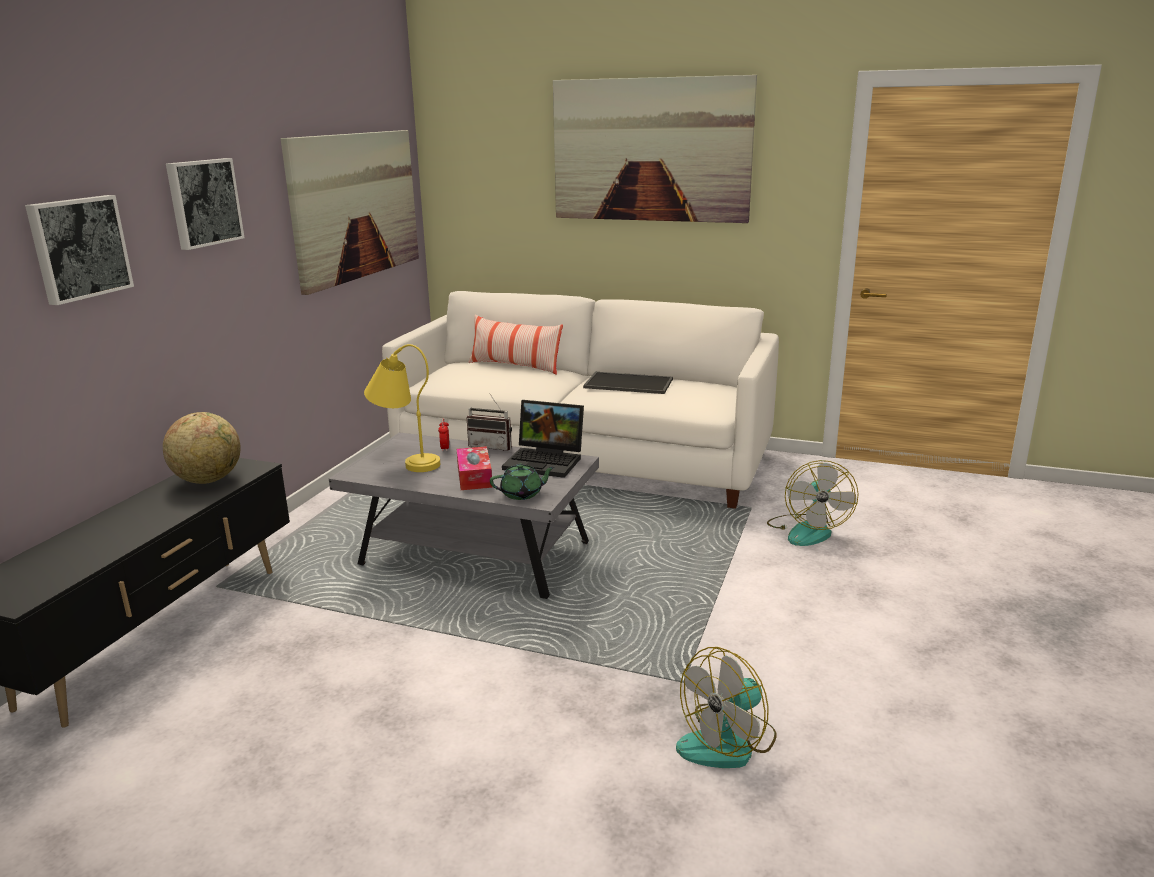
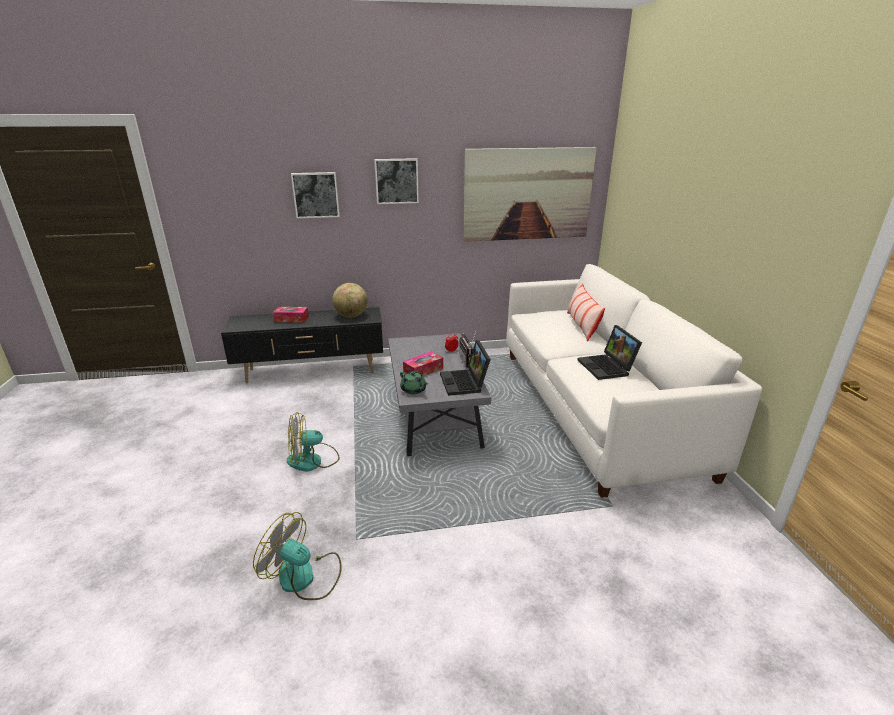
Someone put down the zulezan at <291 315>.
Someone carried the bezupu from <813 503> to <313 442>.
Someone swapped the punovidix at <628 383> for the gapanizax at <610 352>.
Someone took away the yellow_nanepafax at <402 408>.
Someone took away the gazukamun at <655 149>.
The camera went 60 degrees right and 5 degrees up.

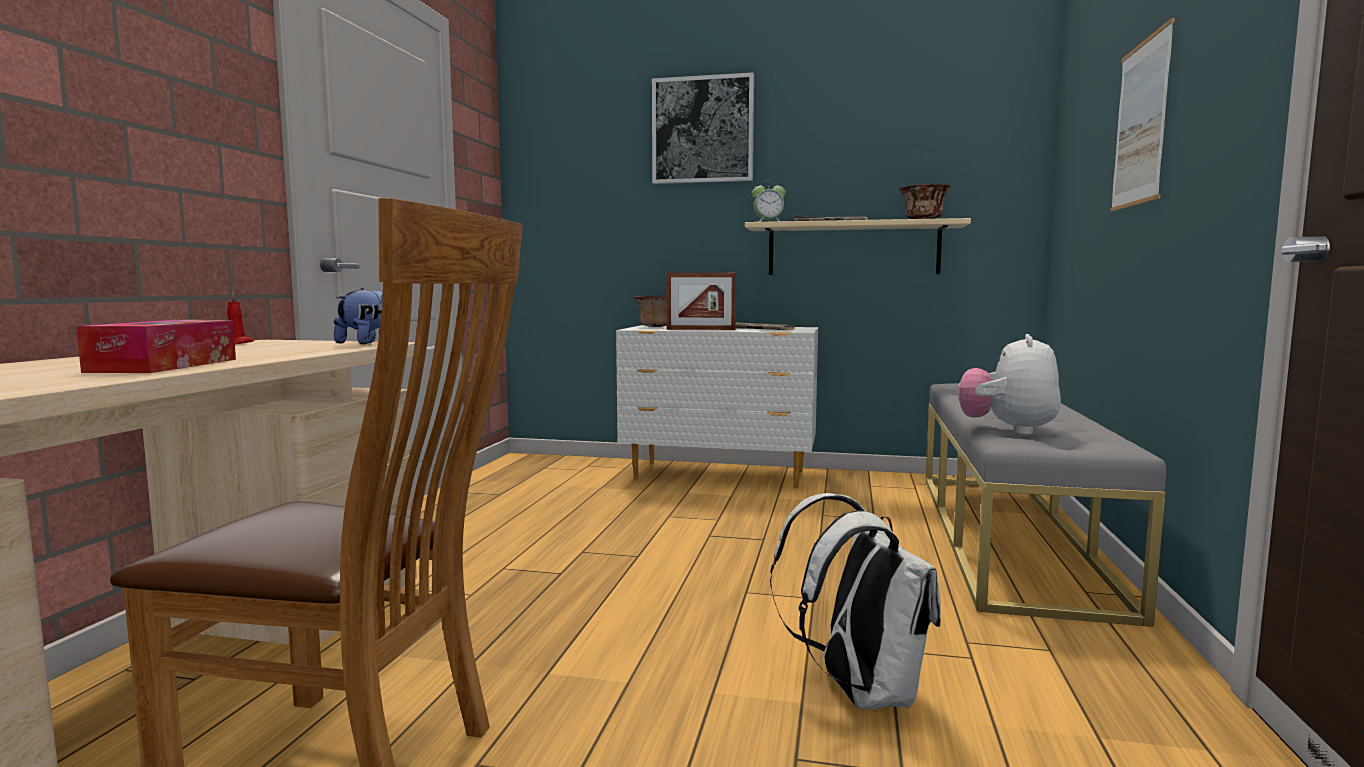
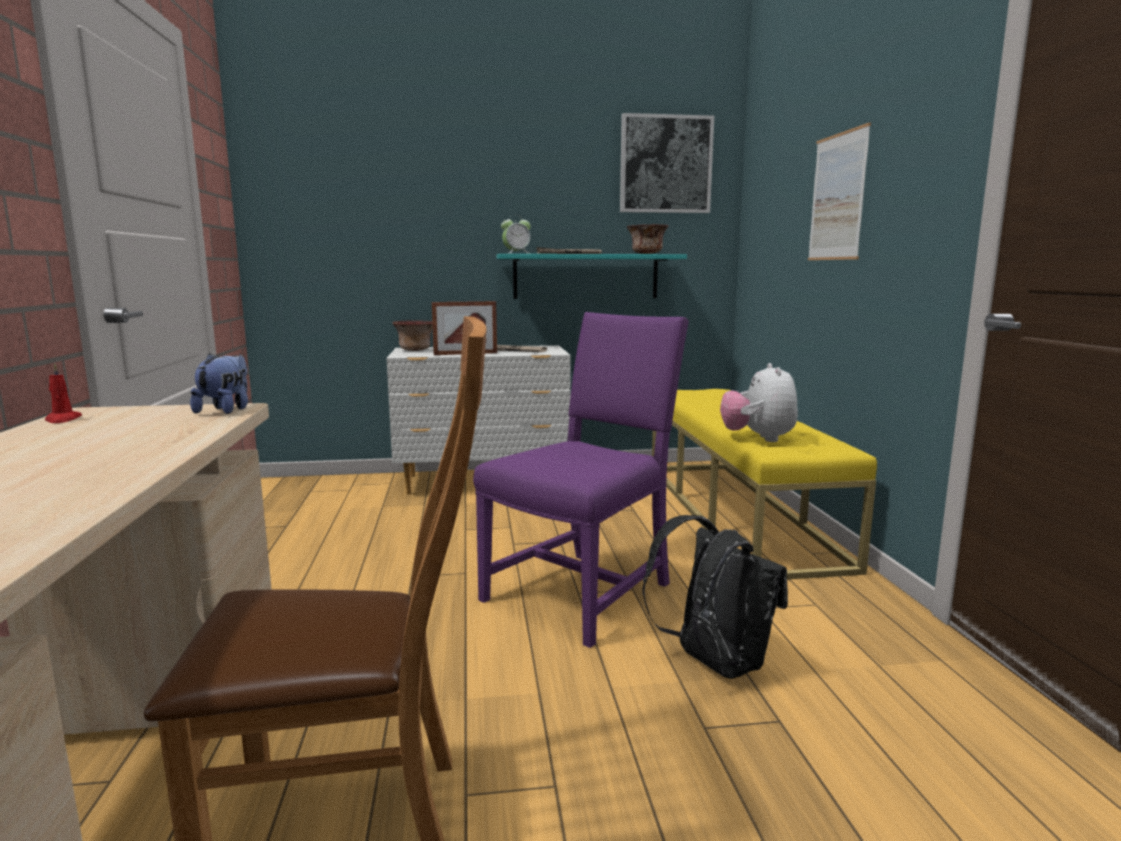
Someone put down the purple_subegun at <581 480>.
Someone repainted the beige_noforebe at <858 246>, which became the turquoise_noforebe at <592 276>.
Someone carried the gazukamun from <703 128> to <667 163>.
Someone repainted the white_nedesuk at <855 601>, which became the black_nedesuk at <715 597>.
Someone repainted the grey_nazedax at <1046 505>, which became the yellow_nazedax at <764 484>.
Someone took away the zulezan at <156 346>.
The camera went 20 degrees left and 5 degrees up.

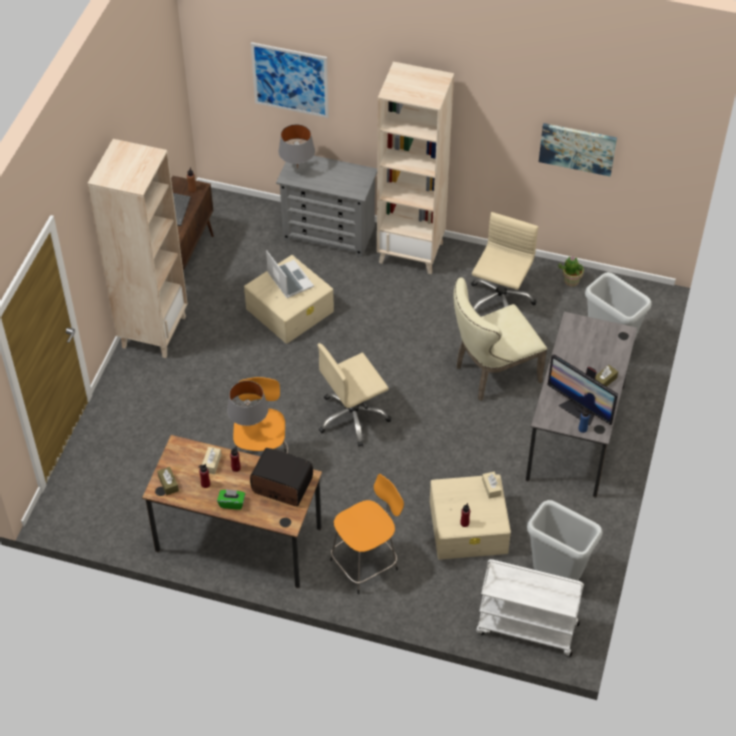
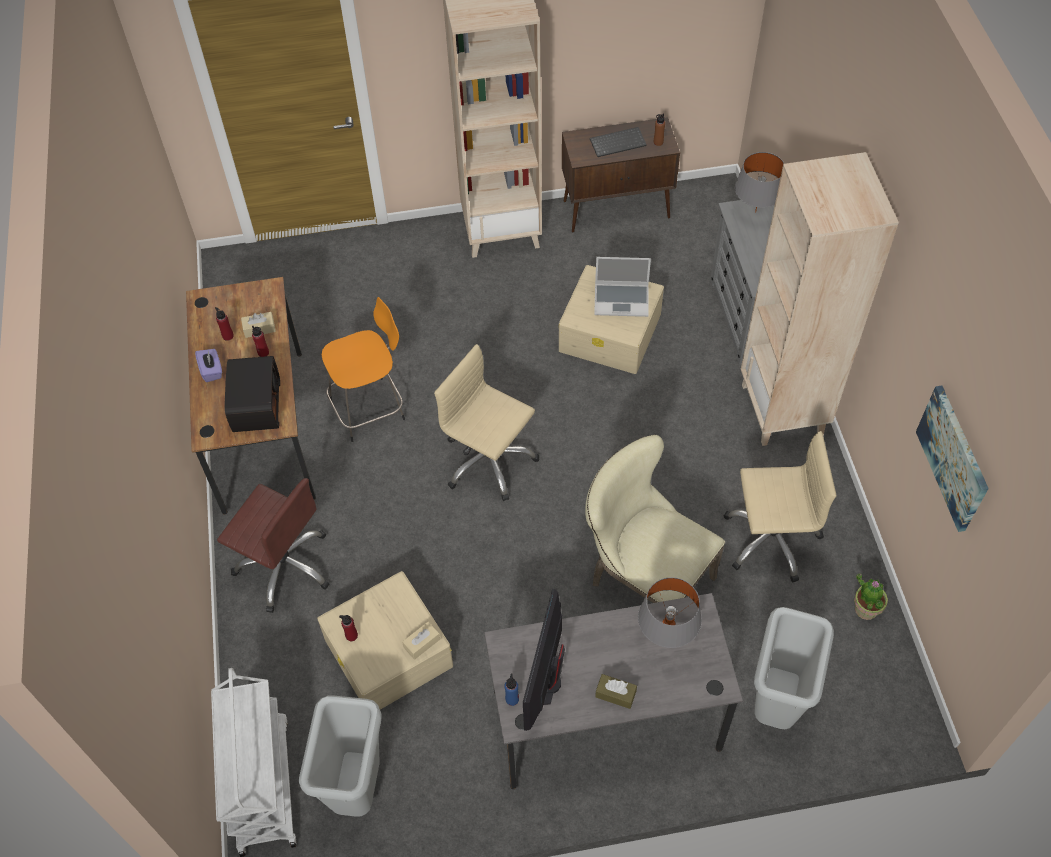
Someone repainted the green_zulezan at <231 499>, which became the purple_zulezan at <208 365>.
Someone swapped the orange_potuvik at <367 534> for the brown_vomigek at <273 545>.
Someone rotated the gapanizax at <290 274> by 60 degrees clockwise.
Someone carried the grey_nanepafax from <247 403> to <670 612>.
Someone took away the brown_zulezan at <168 481>.
Someone took away the gazukamun at <290 80>.
The camera went 65 degrees right and 5 degrees up.

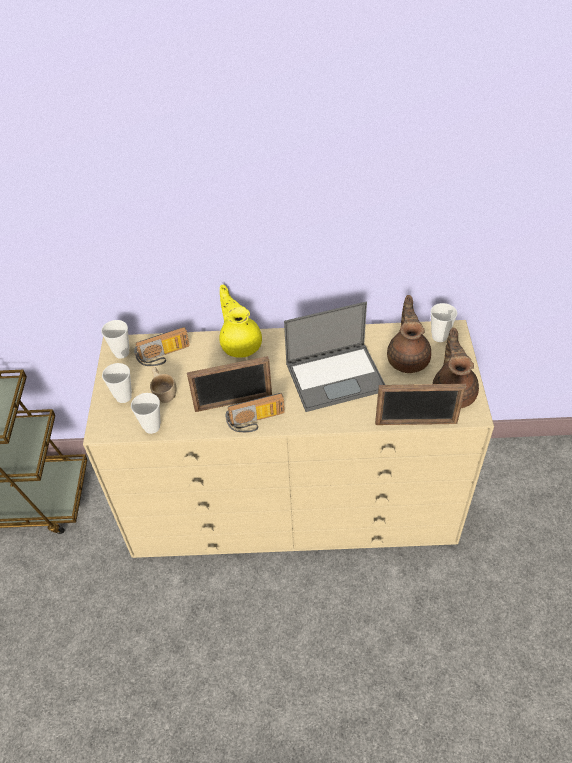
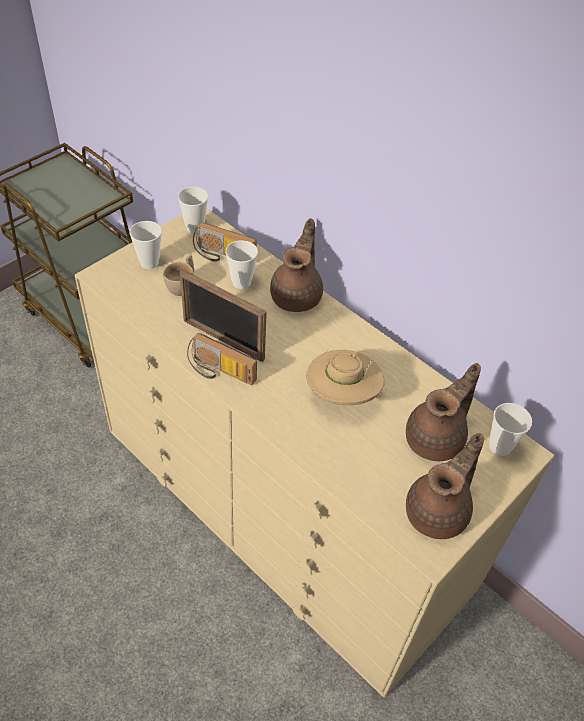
Someone carried the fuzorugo from <146 413> to <241 264>.
Someone repainted the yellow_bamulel at <240 321>, which became the brown_bamulel at <296 265>.
Someone swapped the gapanizax at <334 356> for the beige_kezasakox at <345 377>.
Someone took away the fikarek at <420 404>.
The camera went 40 degrees right and 0 degrees up.

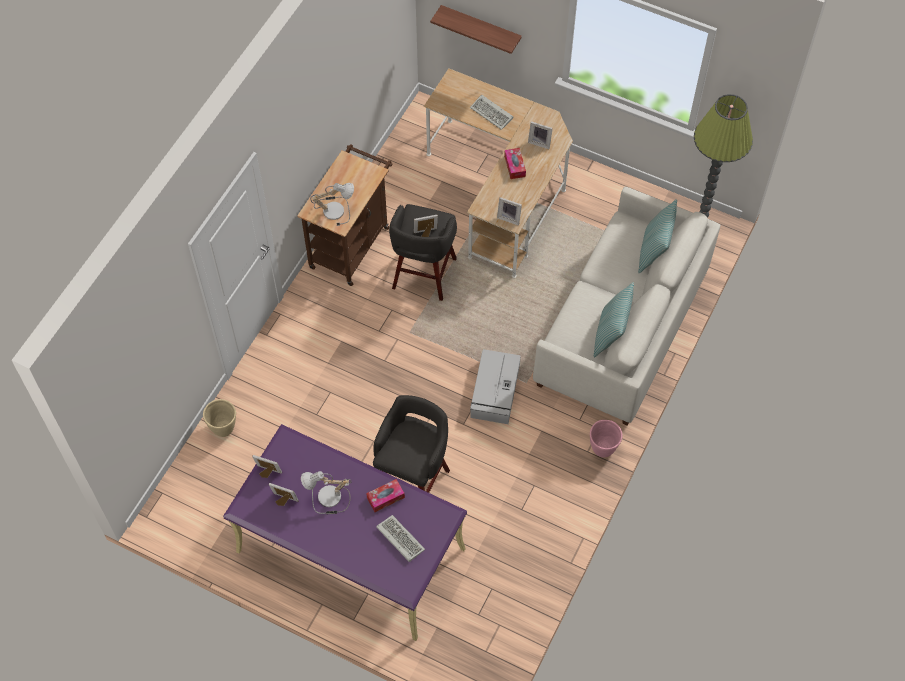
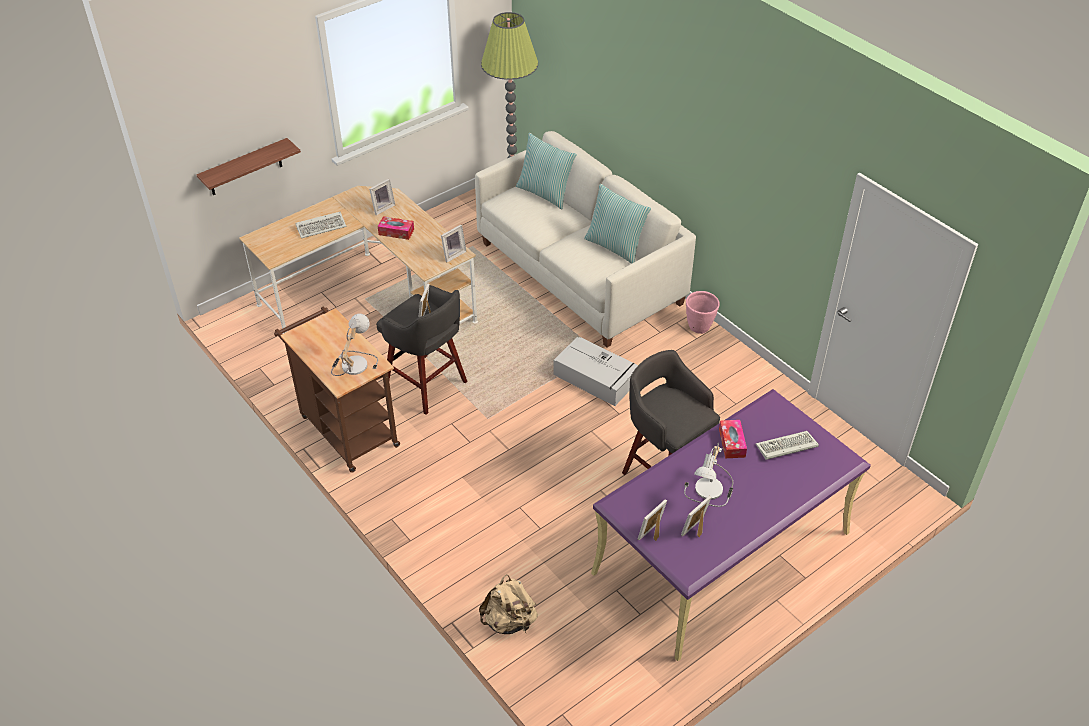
Someone swapped the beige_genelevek at <219 418> for the beige_nedesuk at <508 604>.
The camera went 65 degrees left and 15 degrees down.

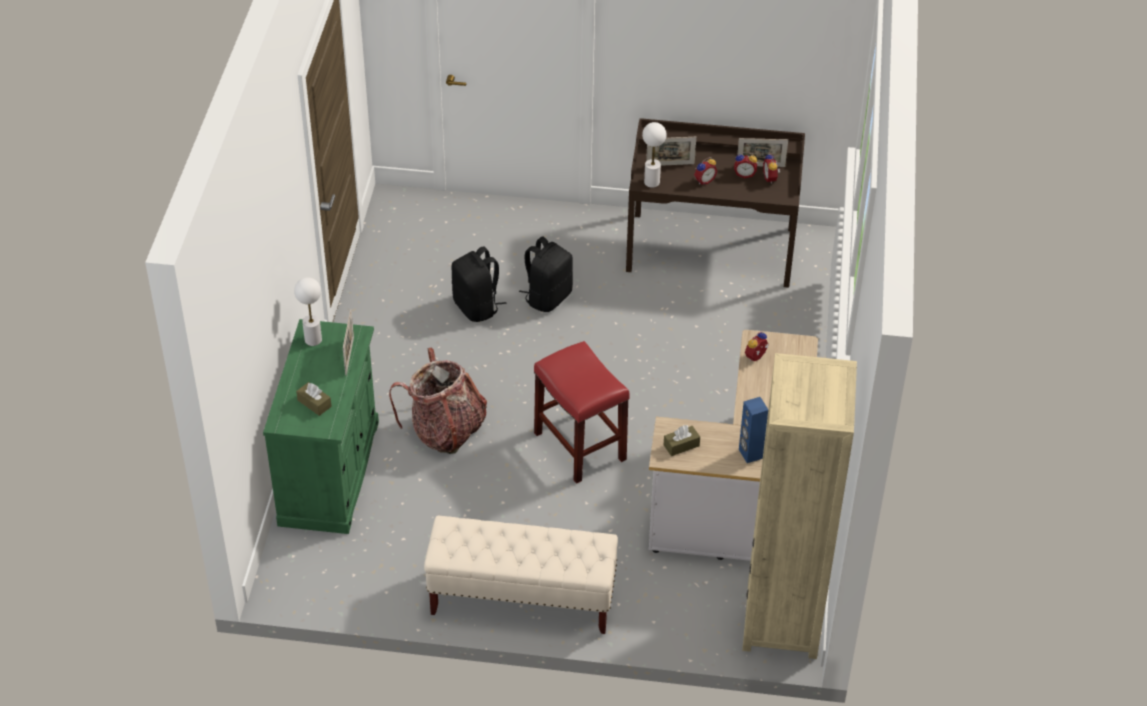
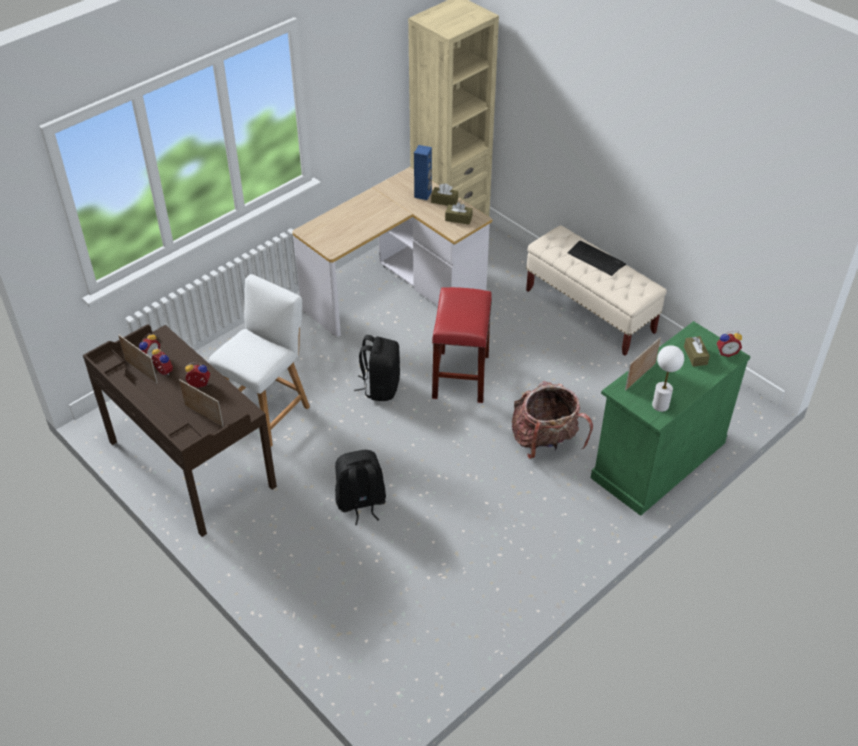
Someone put down the white_subegun at <259 360>.
Someone carried the black_nedesuk from <479 284> to <377 368>.
Someone put down the brown_zulezan at <444 194>.
Someone put down the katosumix at <597 258>.
Someone carried the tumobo from <757 346> to <729 344>.
Someone took away the white_nanepafax at <654 155>.
The camera went 140 degrees left and 0 degrees up.

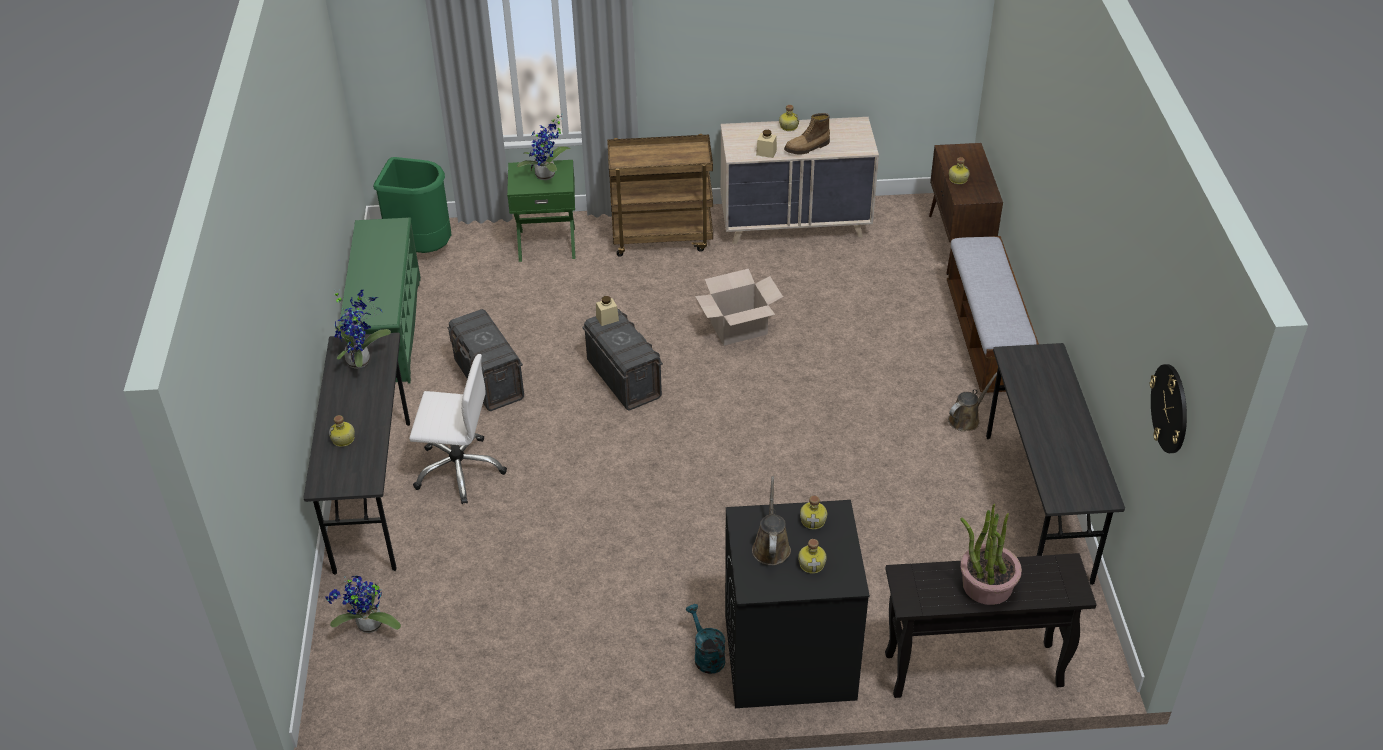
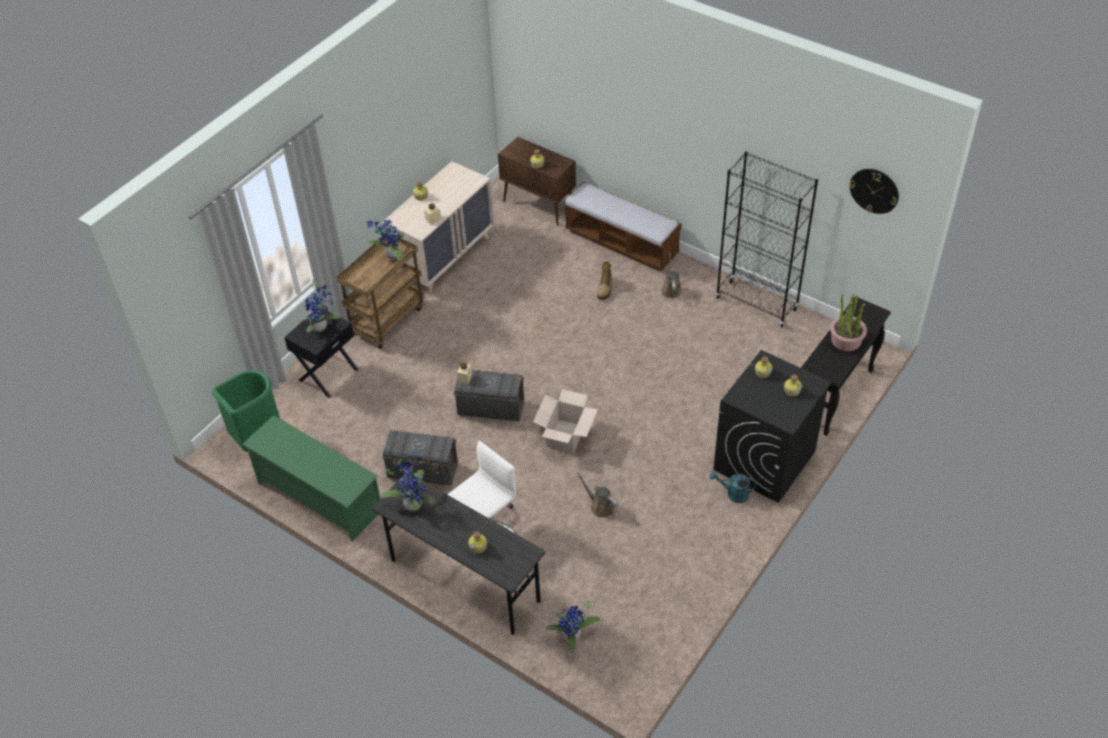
Someone repainted the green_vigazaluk at <541 211>, which became the black_vigazaluk at <321 353>.
Someone put down the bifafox at <385 240>.
Someone carried the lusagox from <739 307> to <565 421>.
Someone carried the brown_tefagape from <771 520> to <597 495>.
Someone carried the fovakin from <807 133> to <604 280>.
Someone swapped the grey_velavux at <1055 464> for the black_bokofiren at <767 239>.
The camera went 50 degrees left and 5 degrees up.

